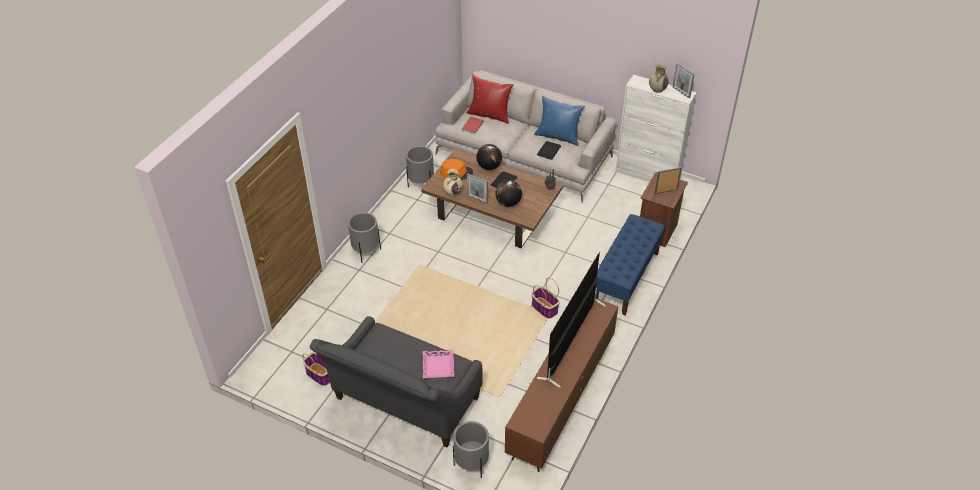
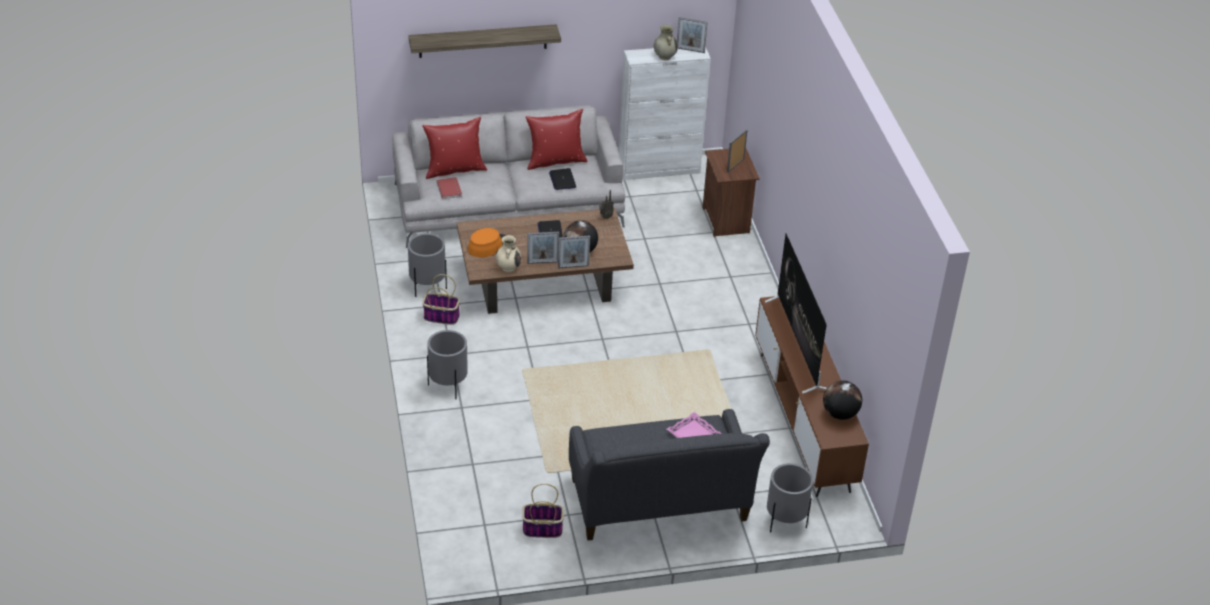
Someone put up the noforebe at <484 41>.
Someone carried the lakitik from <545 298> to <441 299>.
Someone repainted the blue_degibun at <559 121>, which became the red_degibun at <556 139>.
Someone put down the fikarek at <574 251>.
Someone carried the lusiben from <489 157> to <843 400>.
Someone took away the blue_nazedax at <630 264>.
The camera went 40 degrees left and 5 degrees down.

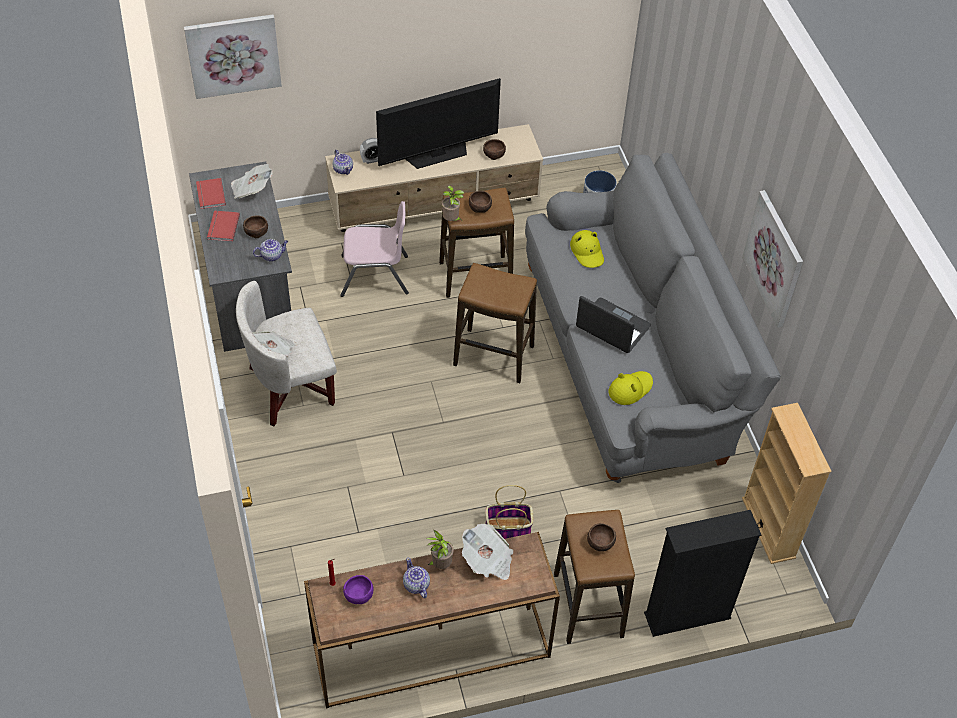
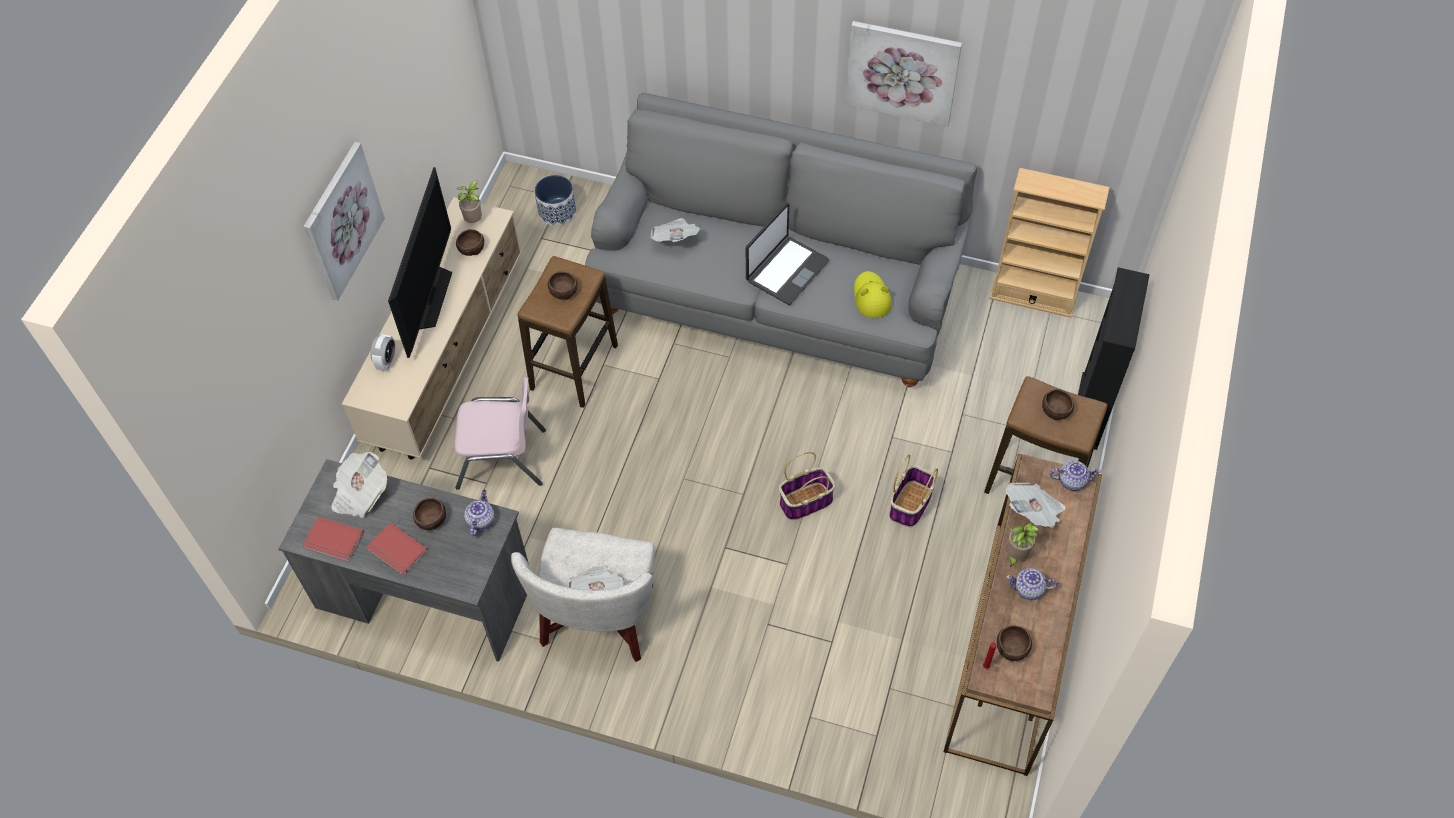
Someone carried the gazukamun from <233 56> to <344 221>.
Someone rotated the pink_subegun at <374 249> by 60 degrees clockwise.
Someone carried the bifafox from <453 203> to <469 201>.
Someone swapped the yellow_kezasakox at <587 249> for the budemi at <675 230>.
Someone rotated the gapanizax at <613 324> by 150 degrees clockwise.
Someone put down the lakitik at <807 486>.
Someone repainted the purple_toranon at <358 589>, which became the brown_toranon at <1014 643>.
Someone carried the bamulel from <342 162> to <1075 476>.
Someone took away the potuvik at <495 323>.
The camera went 55 degrees left and 5 degrees up.

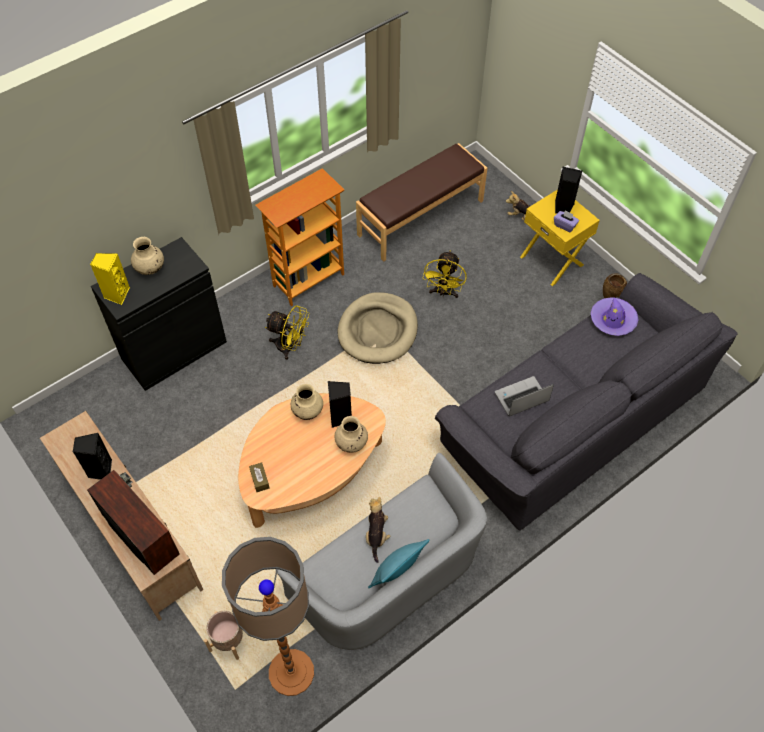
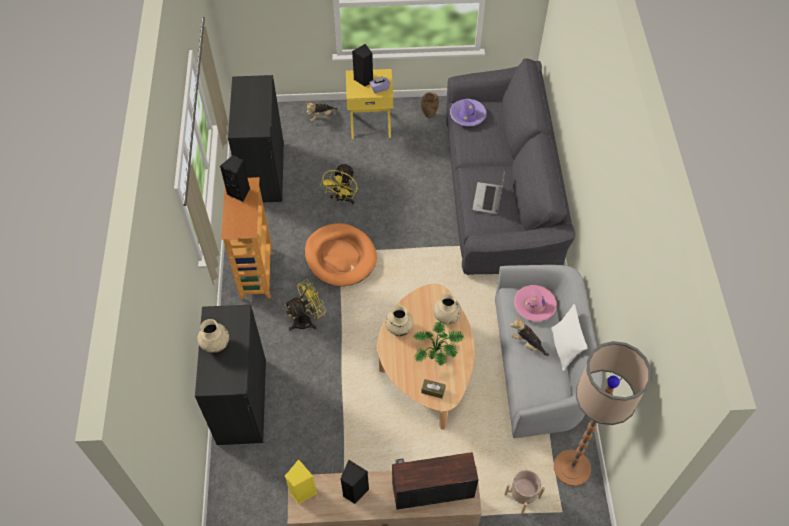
Someone carried the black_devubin from <340 404> to <235 178>.
Someone swapped the brown_nazedax at <421 202> for the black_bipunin at <256 138>.
Someone carried the yellow_devubin from <110 279> to <301 481>.
Someone repainted the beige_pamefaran at <378 328>, which became the orange_pamefaran at <341 254>.
Someone rotated the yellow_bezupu at <445 274> by 60 degrees clockwise.
Someone put down the bifafox at <439 343>.
Someone put down the pink_kezasakox at <535 303>.
Someone repainted the turquoise_degibun at <399 563>, which became the white_degibun at <569 337>.
The camera went 55 degrees left and 0 degrees up.

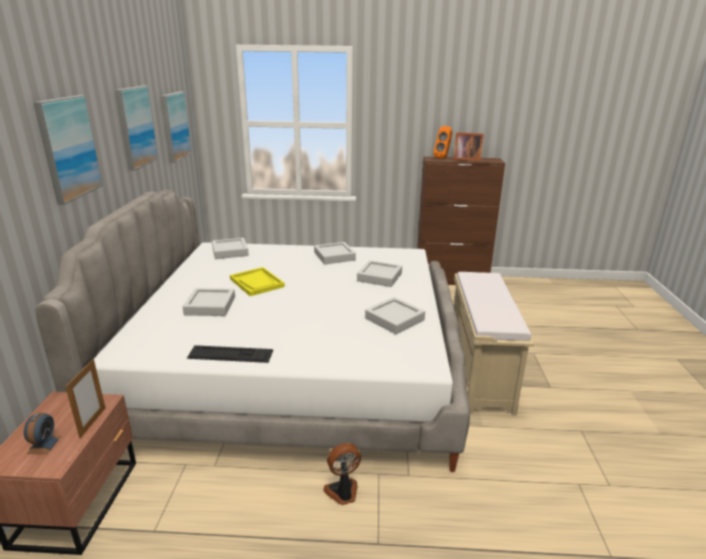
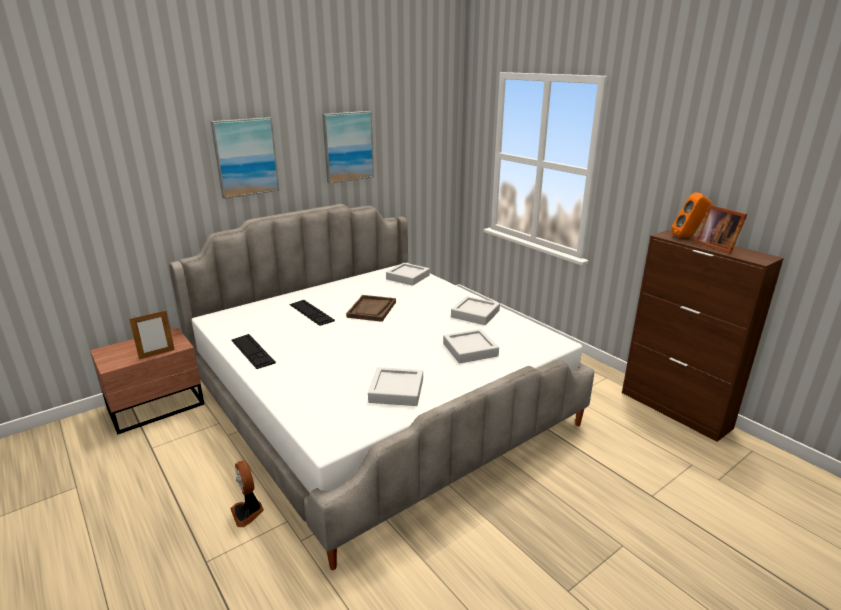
Someone rotated the bezupu at <342 474> by 150 degrees counterclockwise.
Someone swapped the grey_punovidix at <209 302> for the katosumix at <312 313>.
Someone repainted the yellow_punovidix at <257 281>, which became the brown_punovidix at <371 308>.
Someone took away the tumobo at <42 433>.
Someone took away the gazukamun at <176 127>.
Someone took away the beige_nazedax at <494 343>.
The camera went 50 degrees right and 0 degrees up.

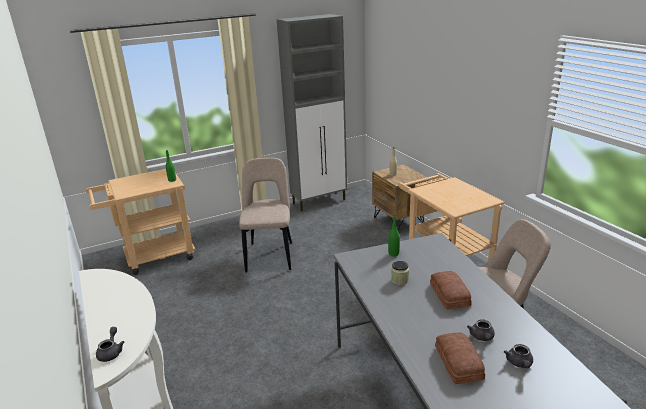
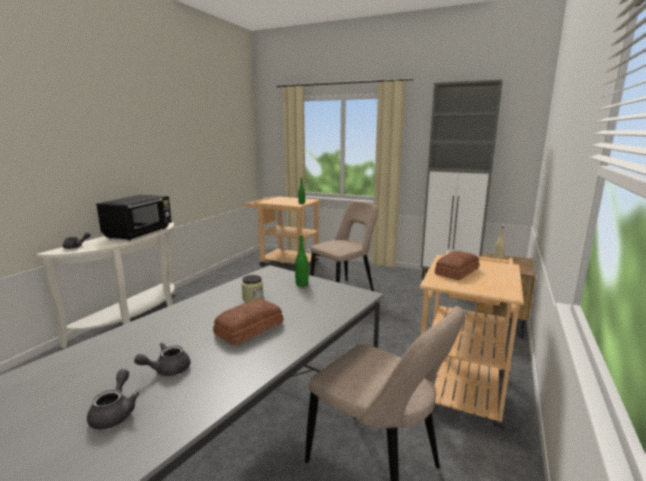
Someone rotated the grey_bamulel at <518 356> by 120 degrees clockwise.
Someone put down the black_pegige at <134 217>.
Someone carried the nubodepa from <460 358> to <457 265>.
The camera went 50 degrees right and 10 degrees down.

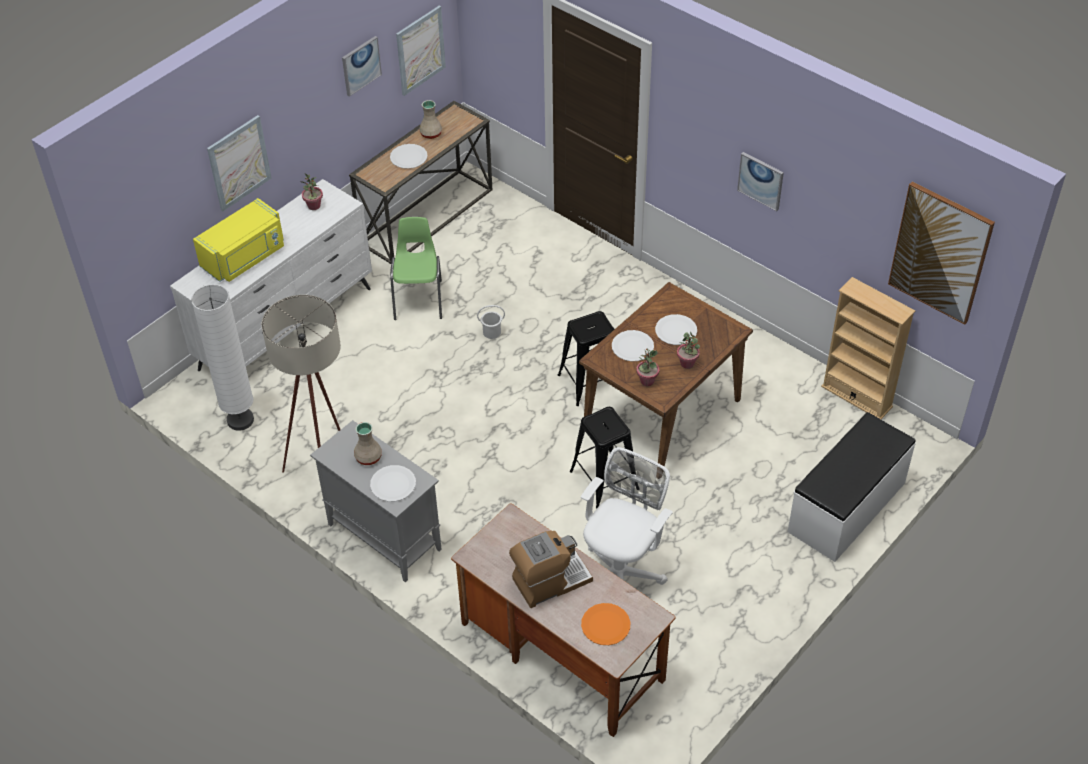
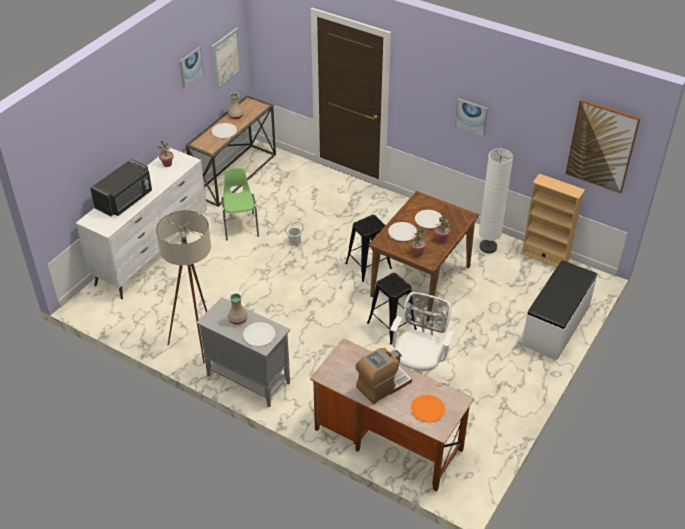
Someone repainted the yellow_pegige at <238 240>, which became the black_pegige at <121 188>.
Someone carried the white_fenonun from <222 357> to <496 200>.
Someone took away the gazukamun at <239 163>.
The camera went 10 degrees left and 5 degrees down.

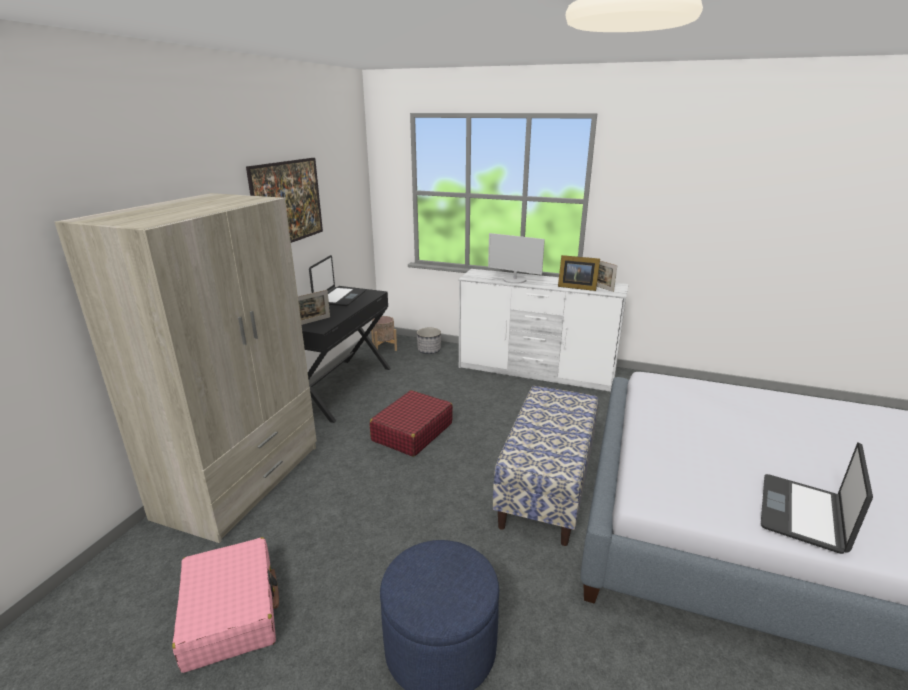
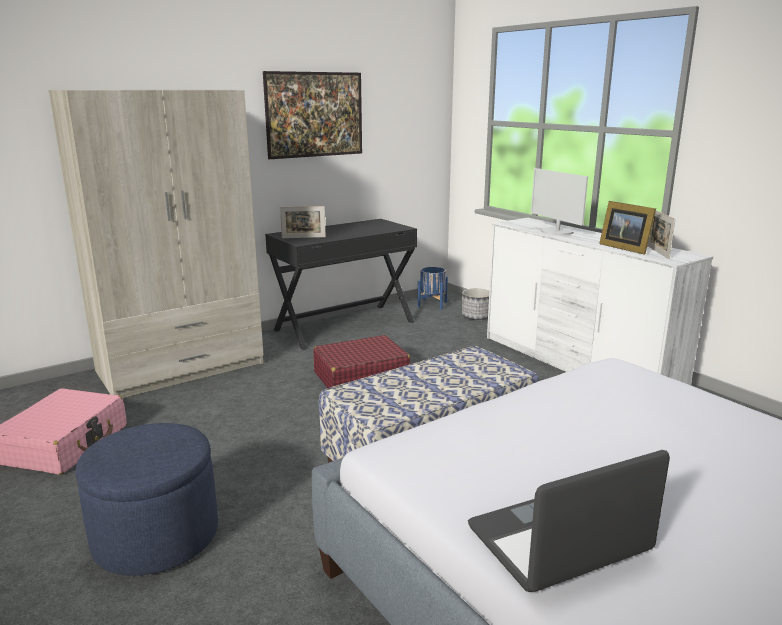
Someone repainted the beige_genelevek at <384 333>, which became the blue_genelevek at <432 288>.
Someone took away the gapanizax at <337 280>.
The camera went 35 degrees right and 5 degrees down.

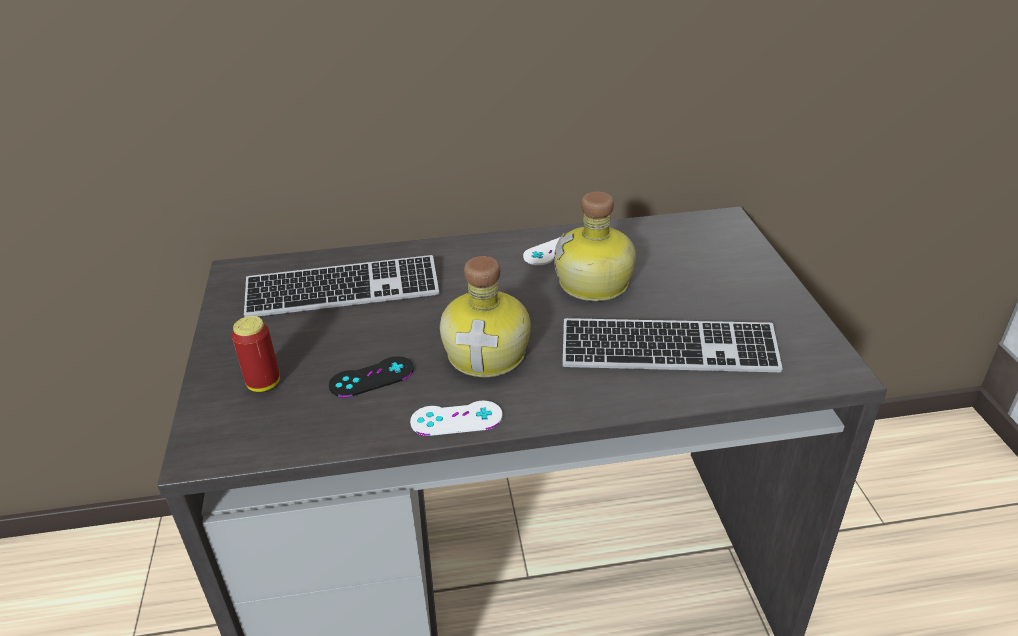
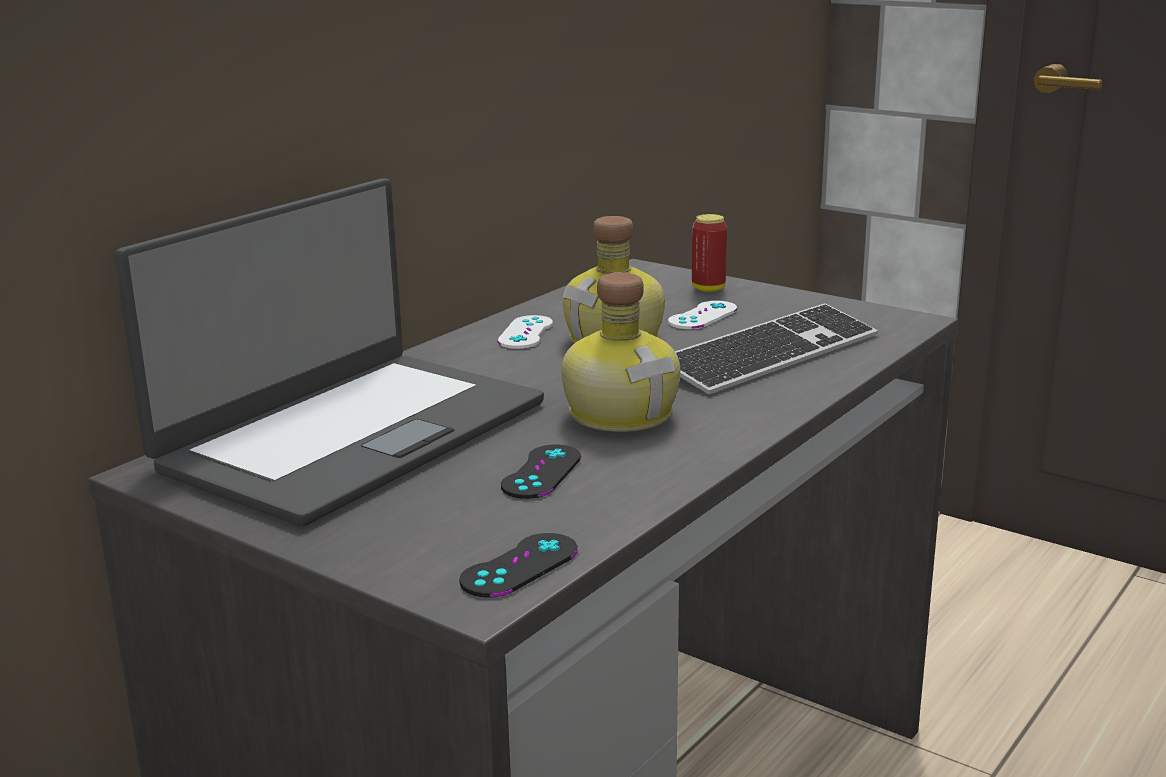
Someone swapped the katosumix at <341 286> for the gapanizax at <329 352>.
Someone put down the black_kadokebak at <518 565>.
Someone carried the white_kadokebak from <456 418> to <702 315>.
Someone carried the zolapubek from <256 354> to <709 253>.
The camera went 45 degrees left and 15 degrees down.

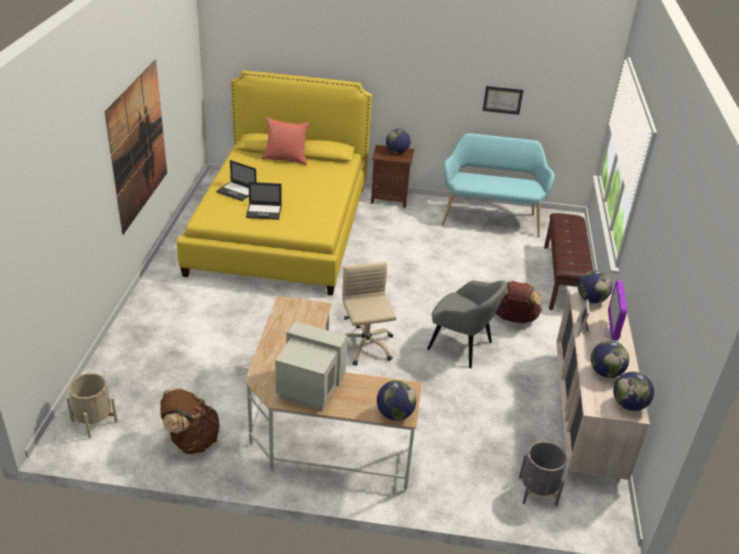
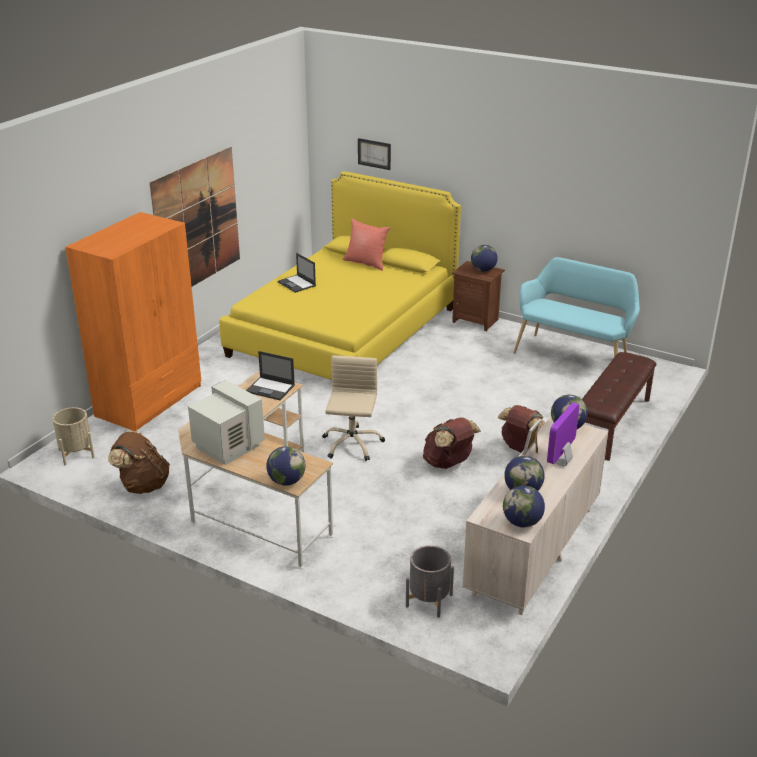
Someone put down the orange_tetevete at <133 322>.
Someone carried the gapanizax from <264 201> to <270 375>.
Someone carried the gazukamun from <503 100> to <374 154>.
Someone swapped the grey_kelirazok at <467 324> for the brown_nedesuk at <452 443>.
The camera went 25 degrees right and 5 degrees down.

